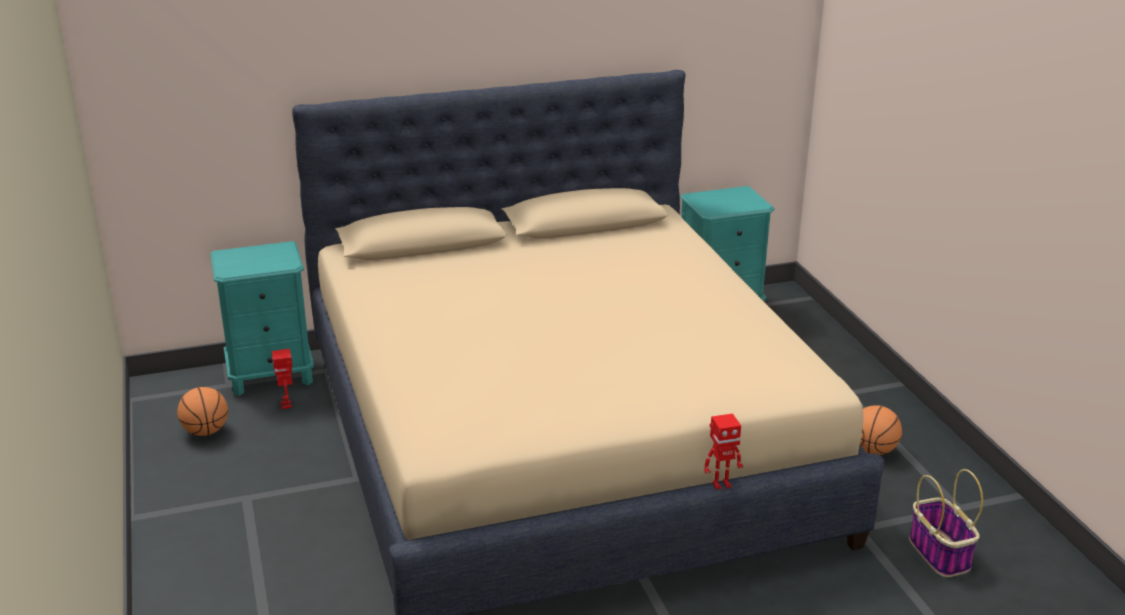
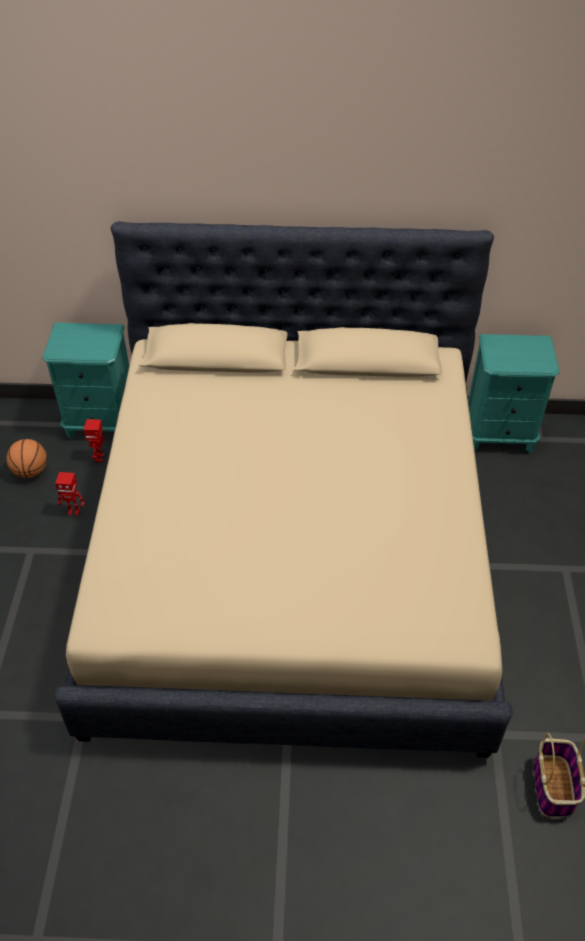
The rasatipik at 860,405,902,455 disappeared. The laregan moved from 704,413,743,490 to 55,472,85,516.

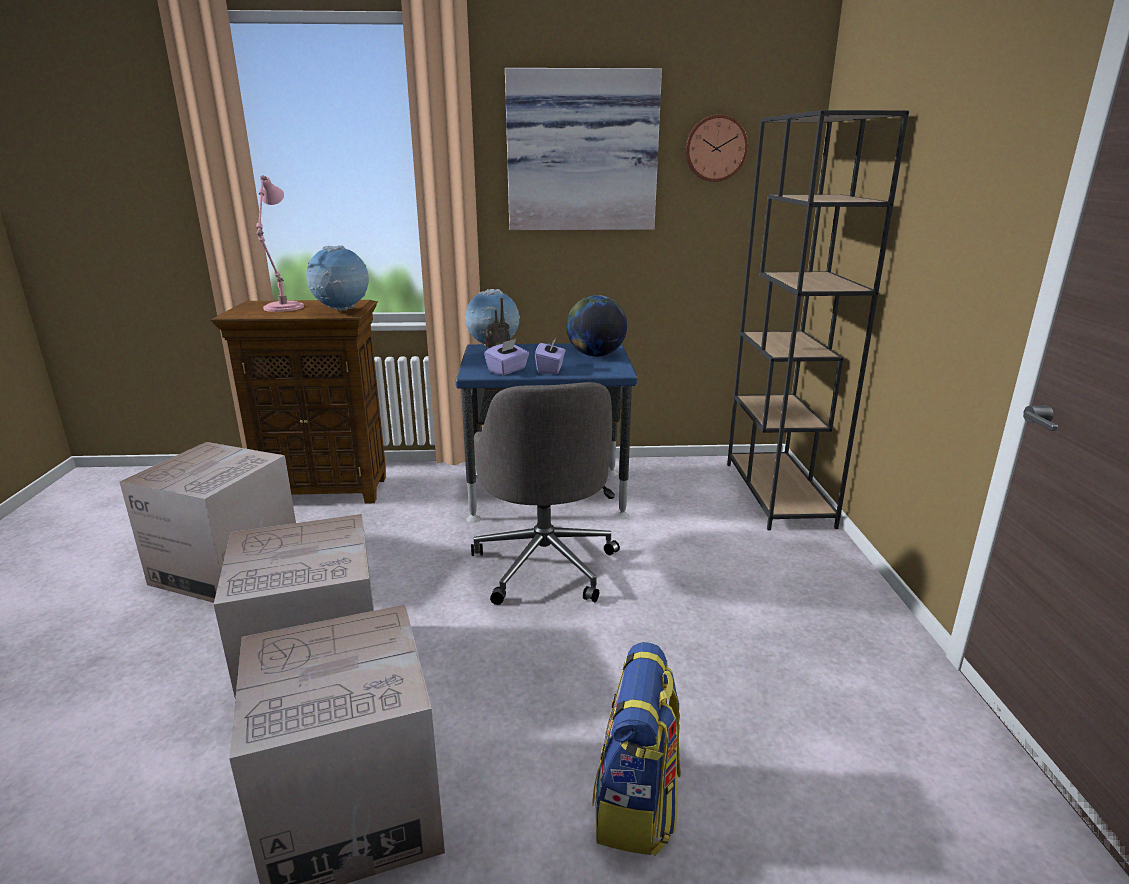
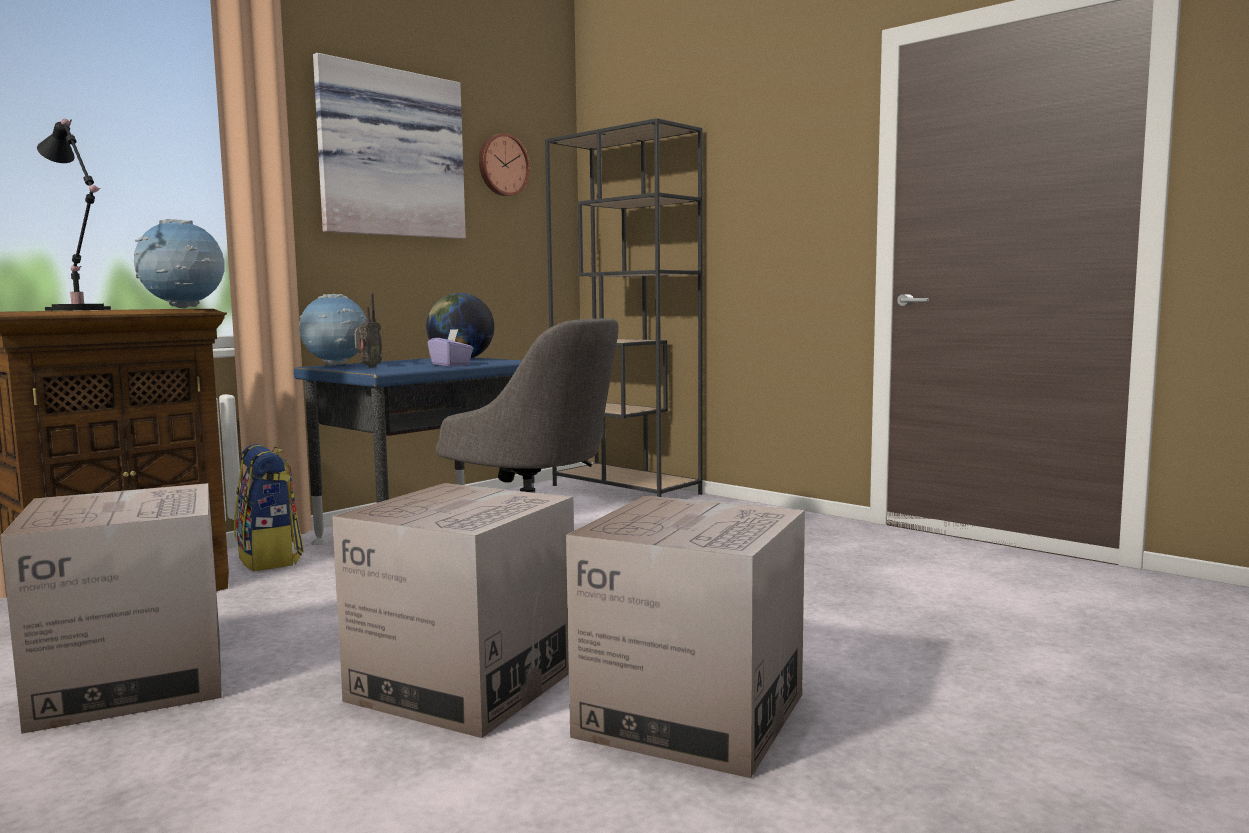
The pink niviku at 256,176,304,312 became the black niviku at 37,119,111,311. The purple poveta at 484,339,529,375 disappeared. The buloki moved from 592,642,681,856 to 234,444,304,571.

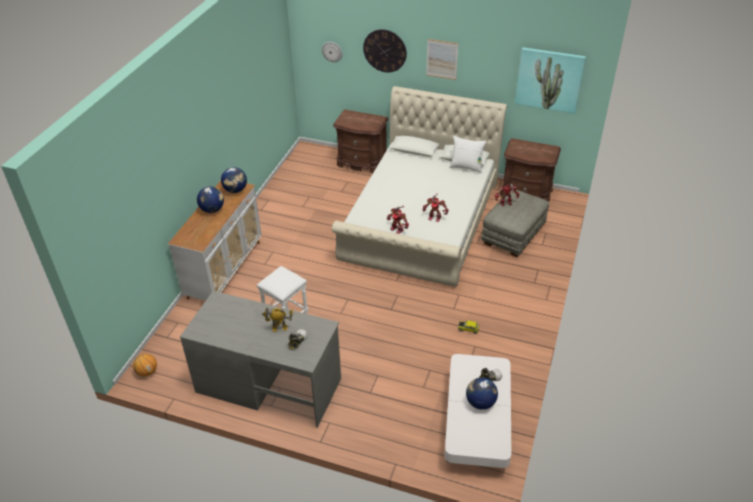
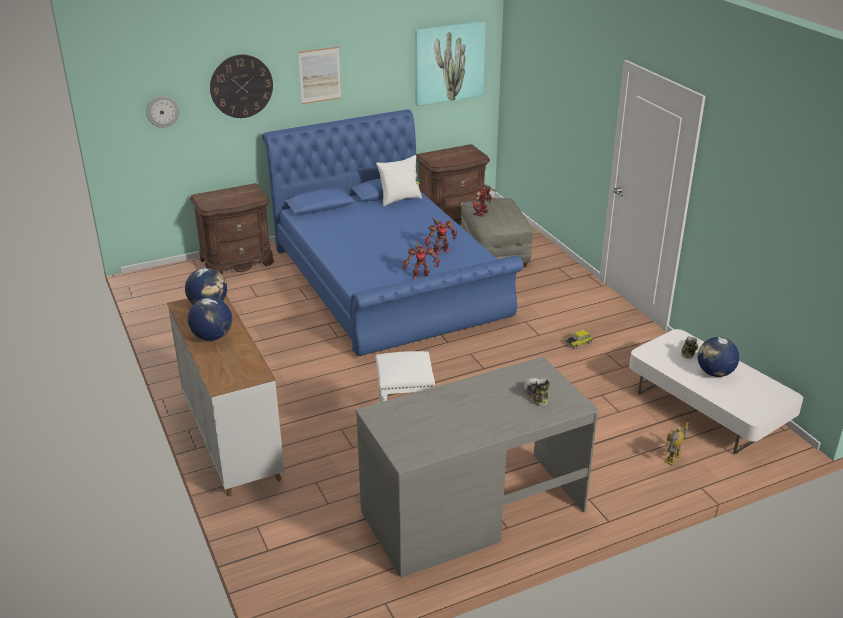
The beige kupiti at 332,86,507,287 became the blue kupiti at 262,109,524,356. The laregan moved from 262,307,293,332 to 664,422,688,466. The rasatipik at 133,354,157,377 disappeared.

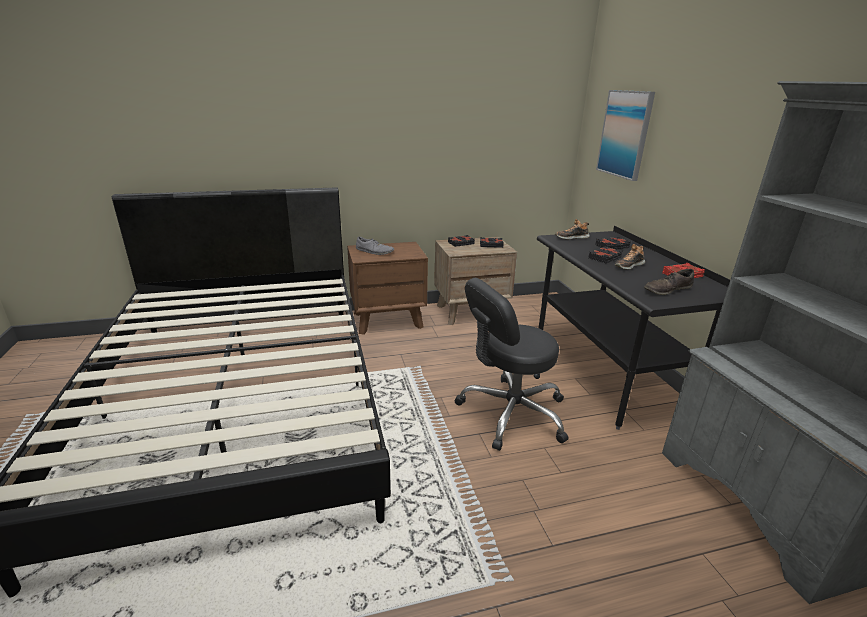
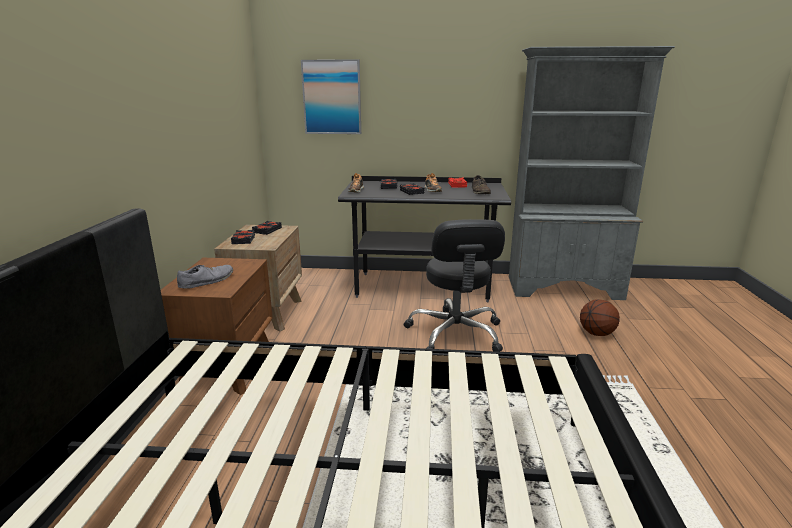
The rasatipik at 580,299,620,336 appeared.

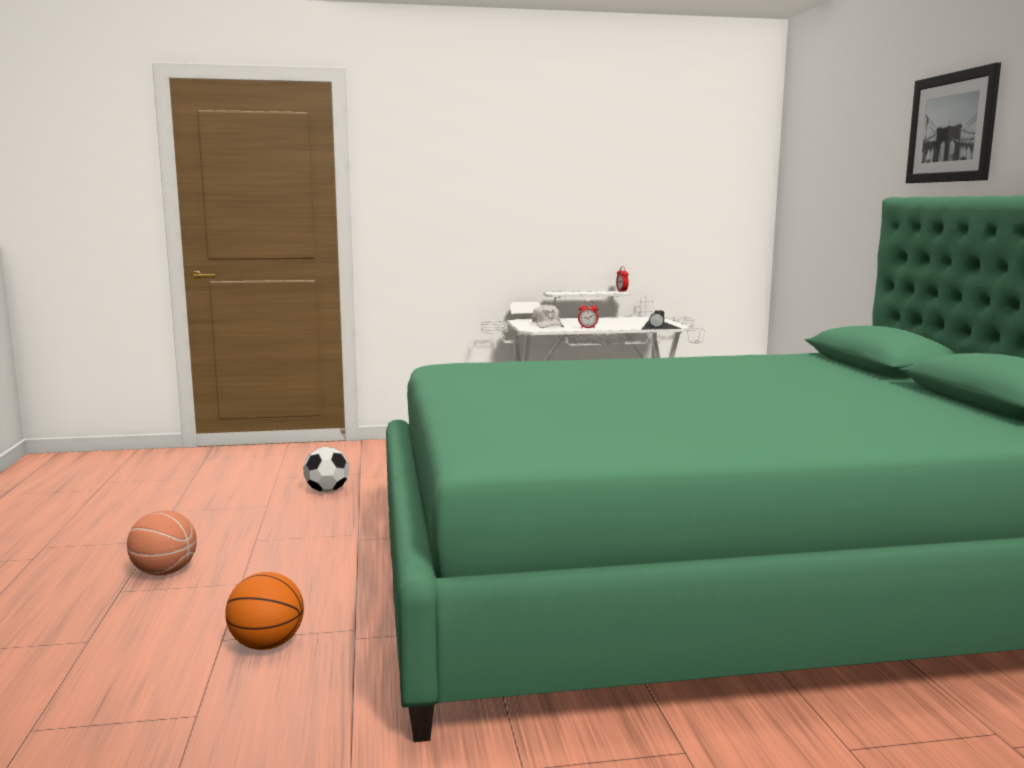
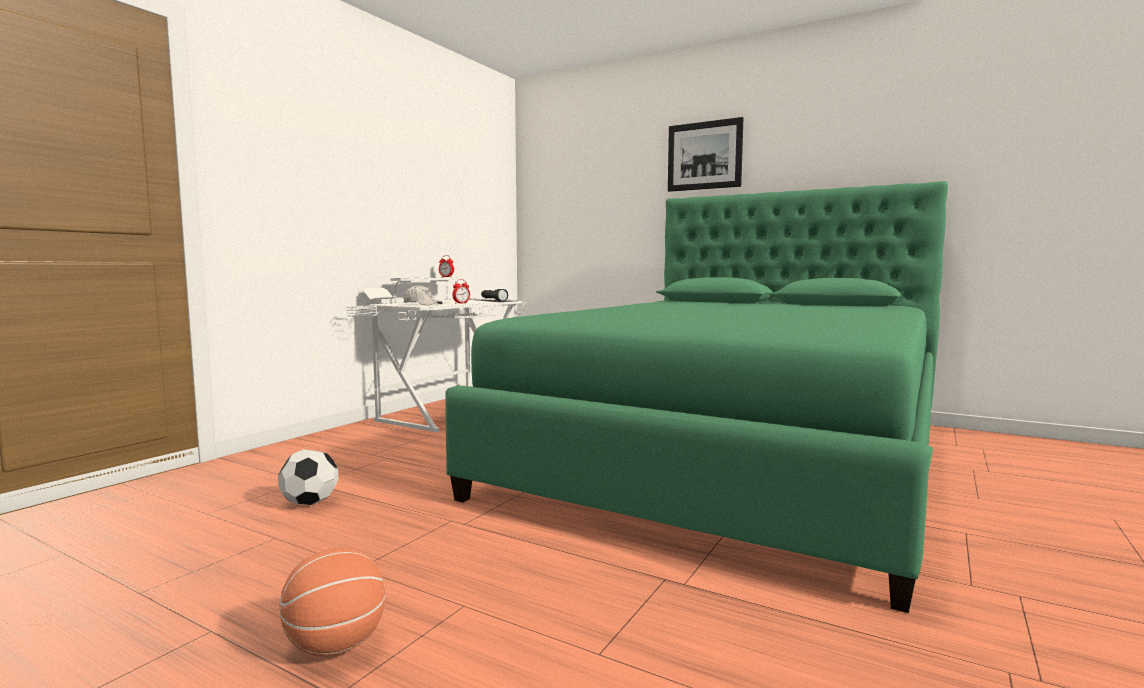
The rasatipik at 225,572,304,650 disappeared.

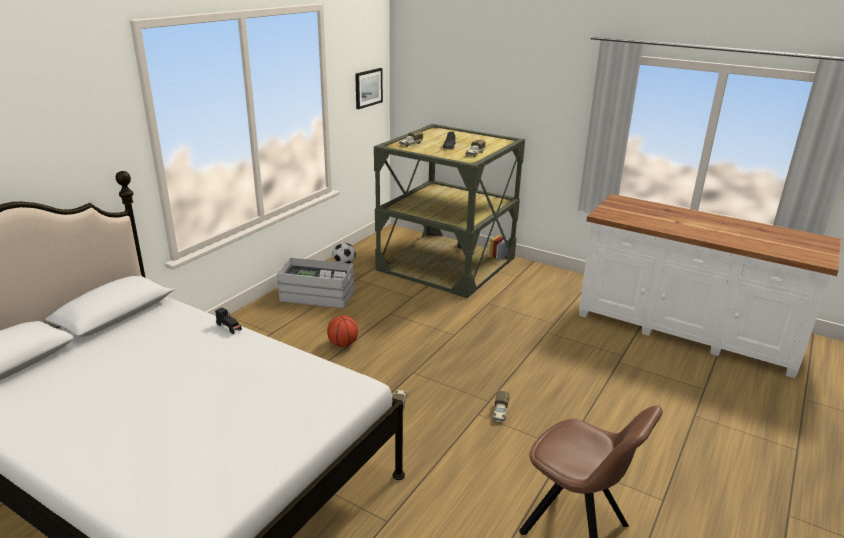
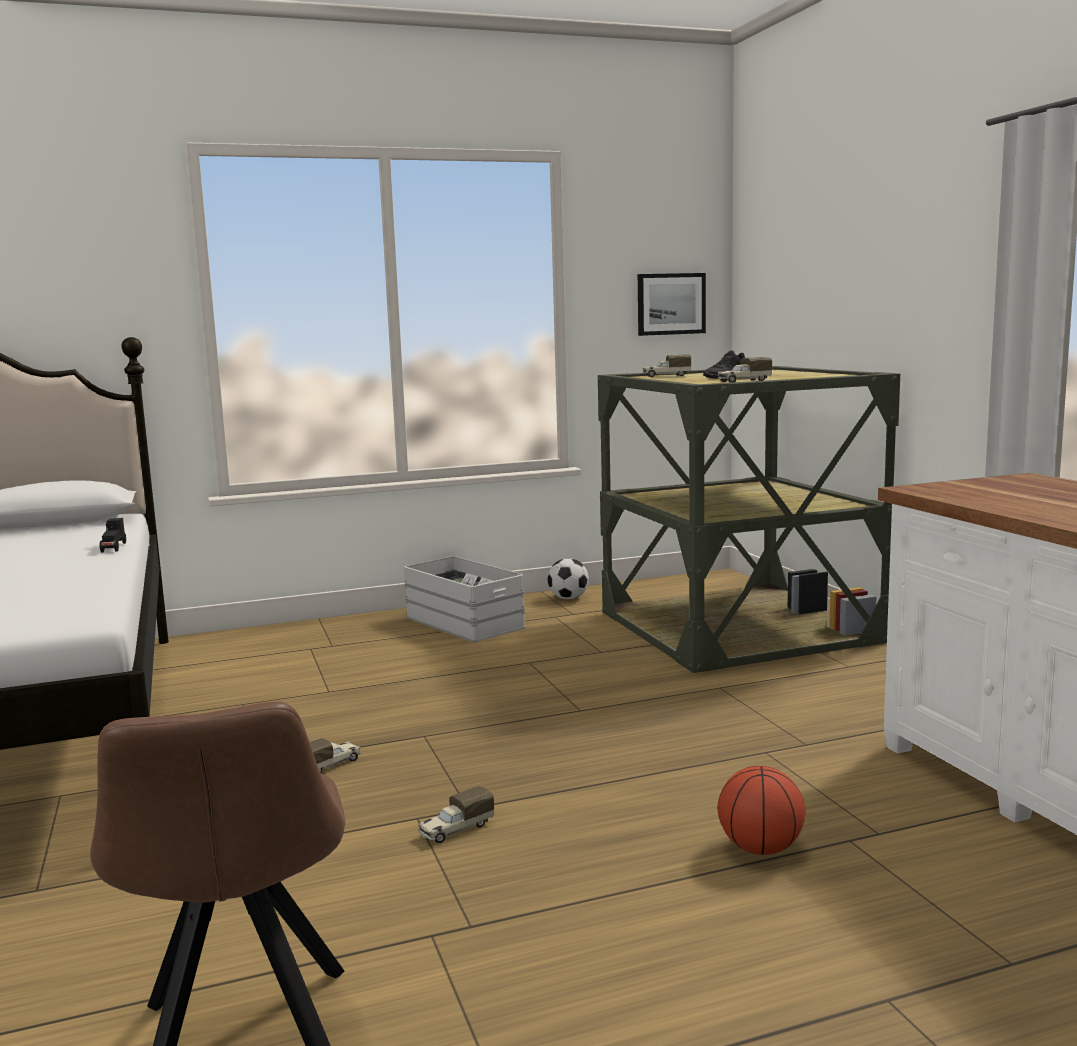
The rasatipik moved from 327,315,358,347 to 718,766,806,855.

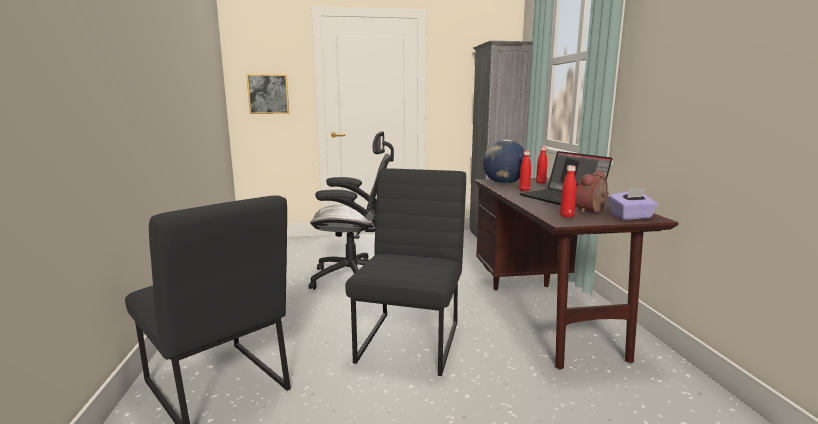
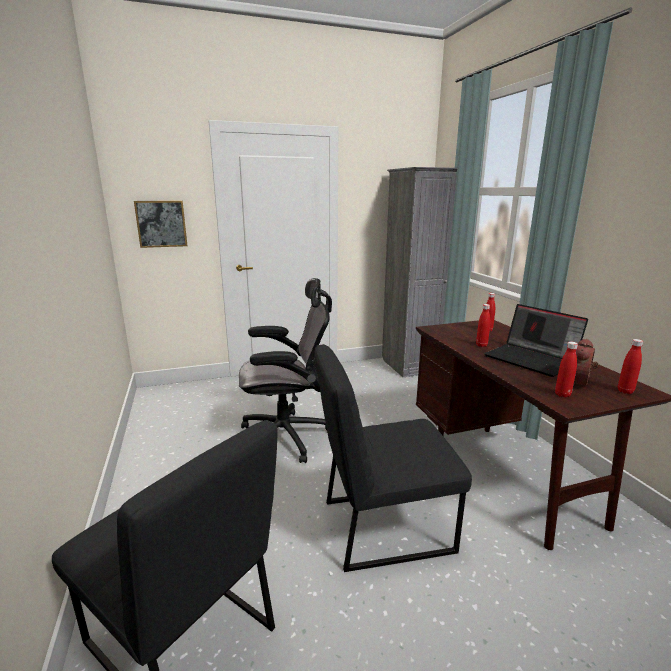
The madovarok at 483,140,525,184 disappeared. The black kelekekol at 345,168,466,376 turned 105 degrees counterclockwise. The purple poveta at 609,188,658,220 was replaced by the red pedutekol at 618,339,643,394.

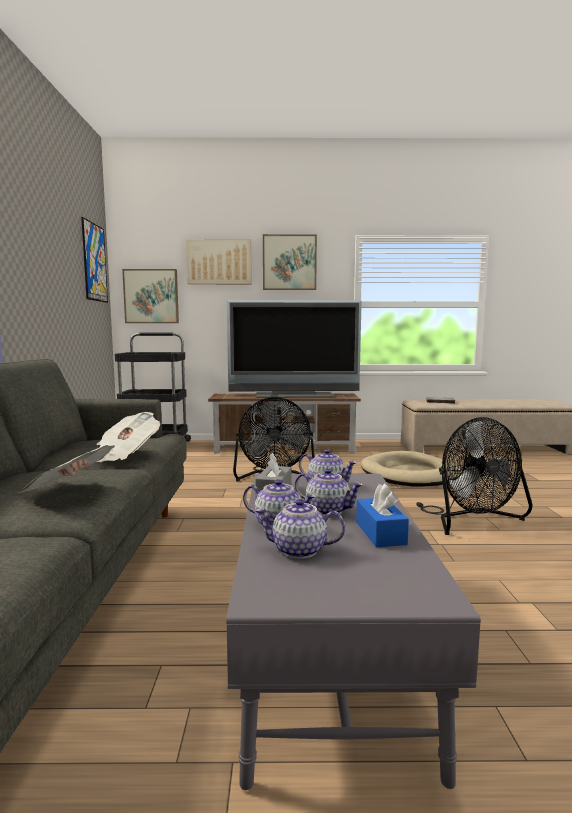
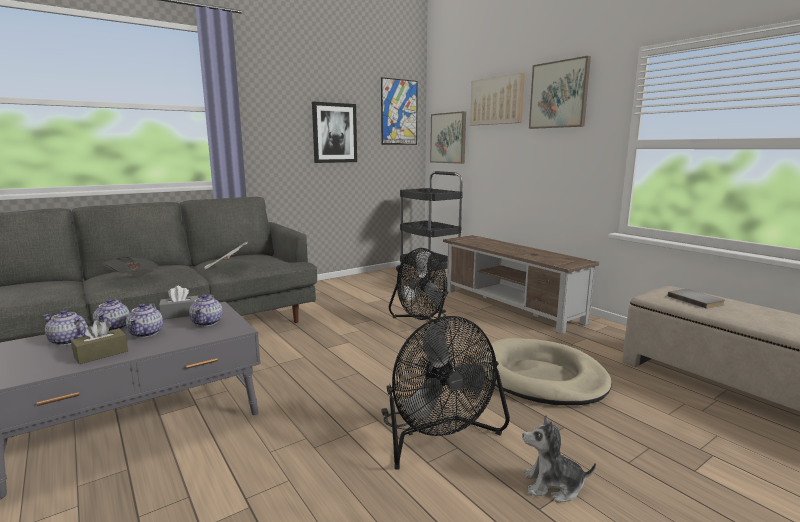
The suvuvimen at 227,300,362,398 disappeared. The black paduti at 416,417,532,535 turned 60 degrees counterclockwise. The blue poveta at 356,484,409,547 became the brown poveta at 71,320,128,364. The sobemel at 255,499,345,559 turned 45 degrees counterclockwise. The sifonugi at 312,102,357,163 appeared. The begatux at 523,415,596,503 appeared.

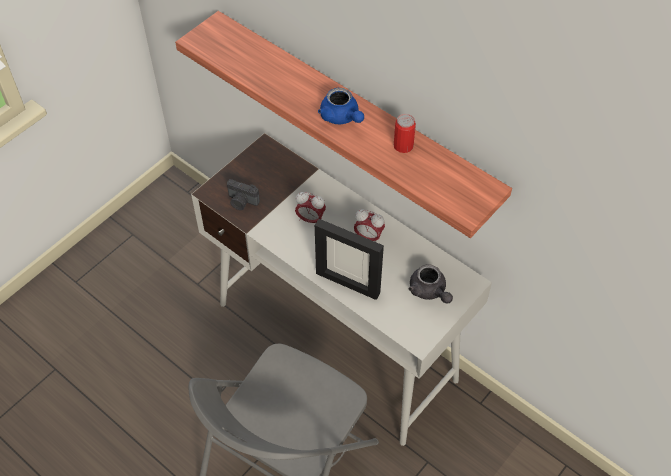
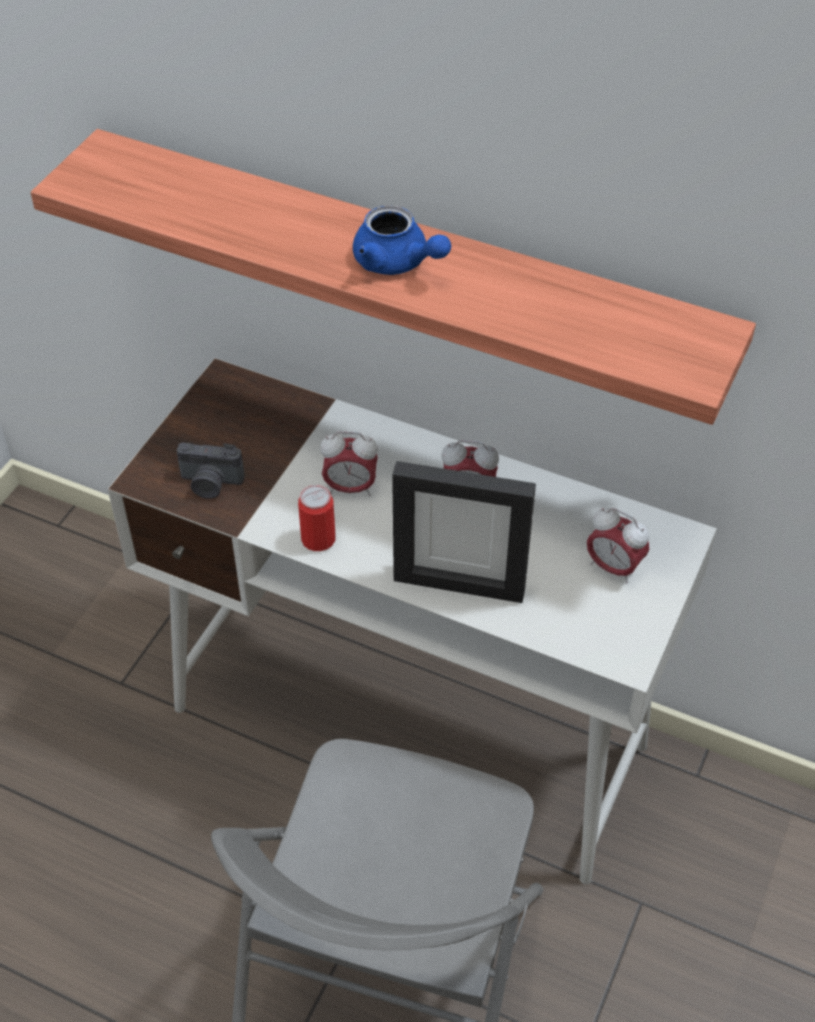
The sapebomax moved from 394,114,416,153 to 298,485,336,551. The grey sobemel at 409,264,453,304 was replaced by the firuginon at 587,508,649,584.

